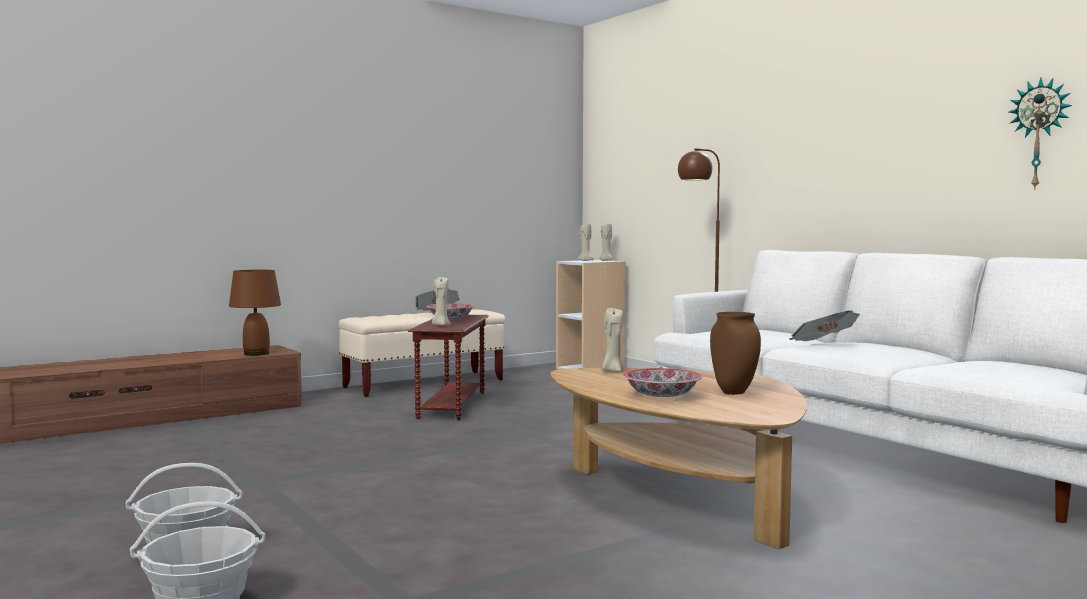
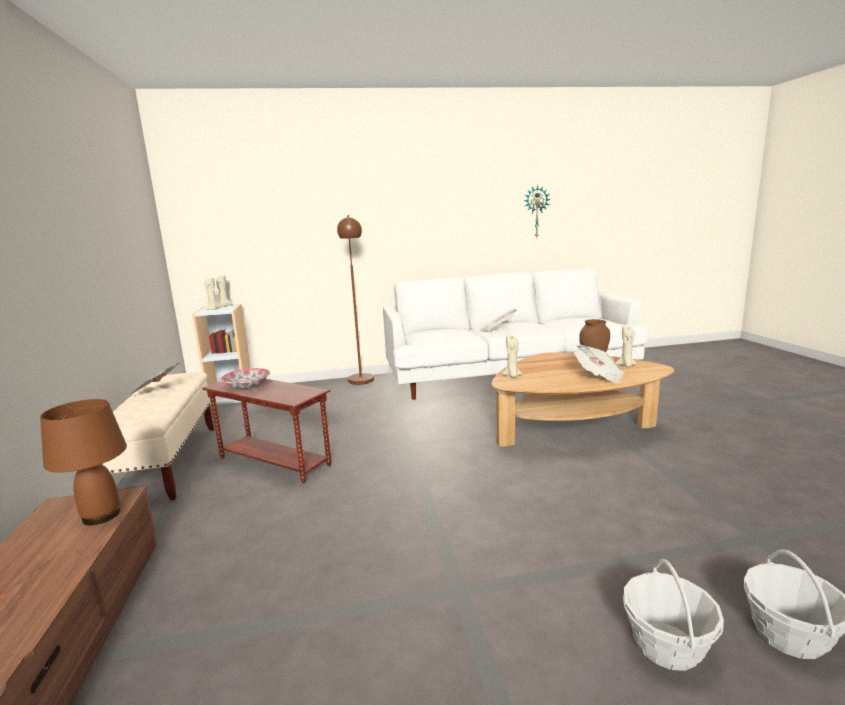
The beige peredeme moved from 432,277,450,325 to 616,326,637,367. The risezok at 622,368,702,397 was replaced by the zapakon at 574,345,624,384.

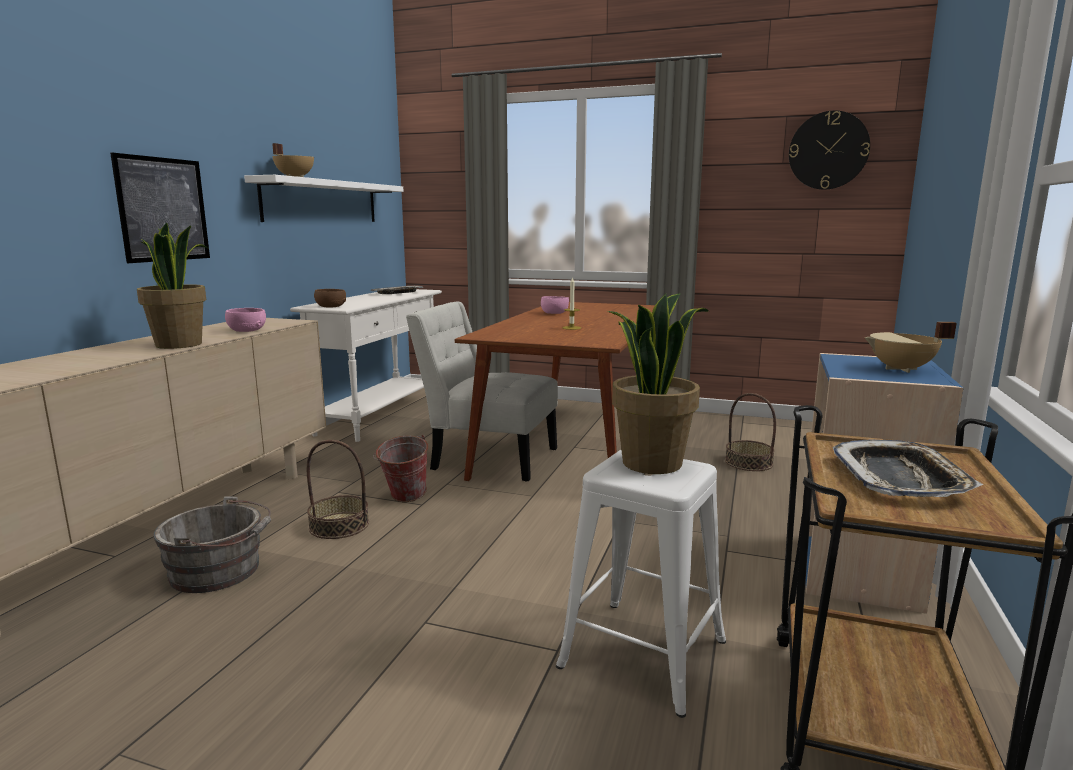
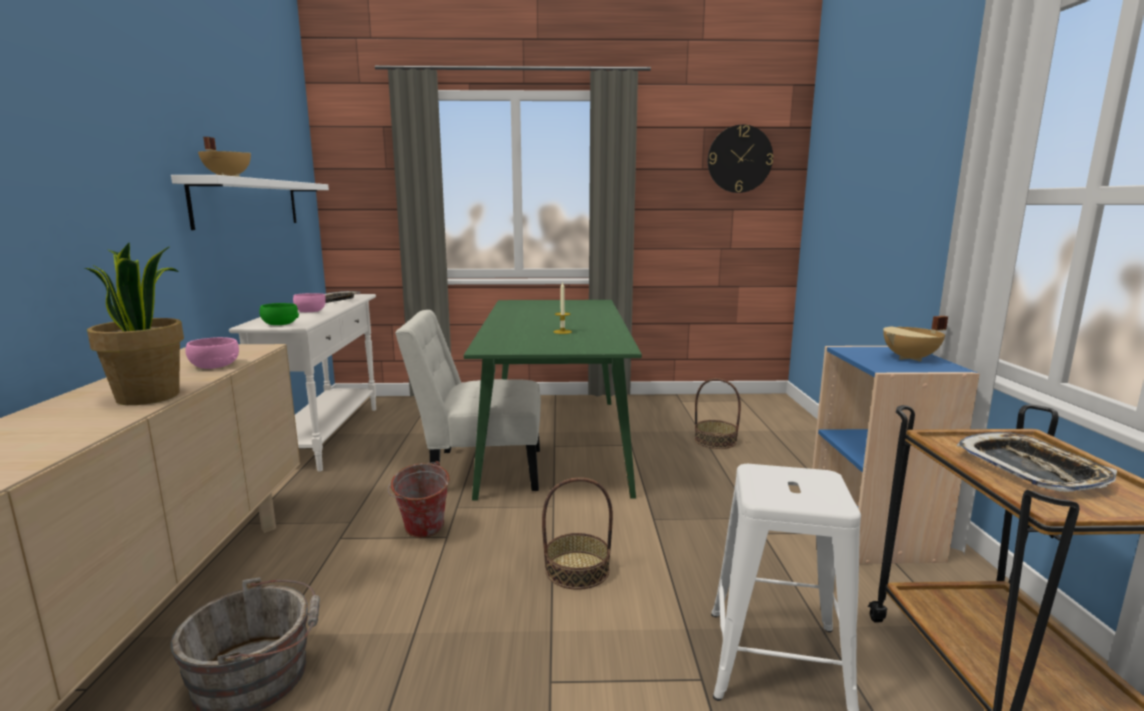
The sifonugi at 110,153,210,263 disappeared. The brown risezok at 314,289,346,307 became the green risezok at 259,303,299,325. The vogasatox at 608,293,709,474 disappeared. The pink risezok moved from 541,296,569,314 to 293,293,326,312. The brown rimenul at 455,302,655,481 became the green rimenul at 464,300,642,500. The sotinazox moved from 307,440,369,539 to 542,478,613,590.

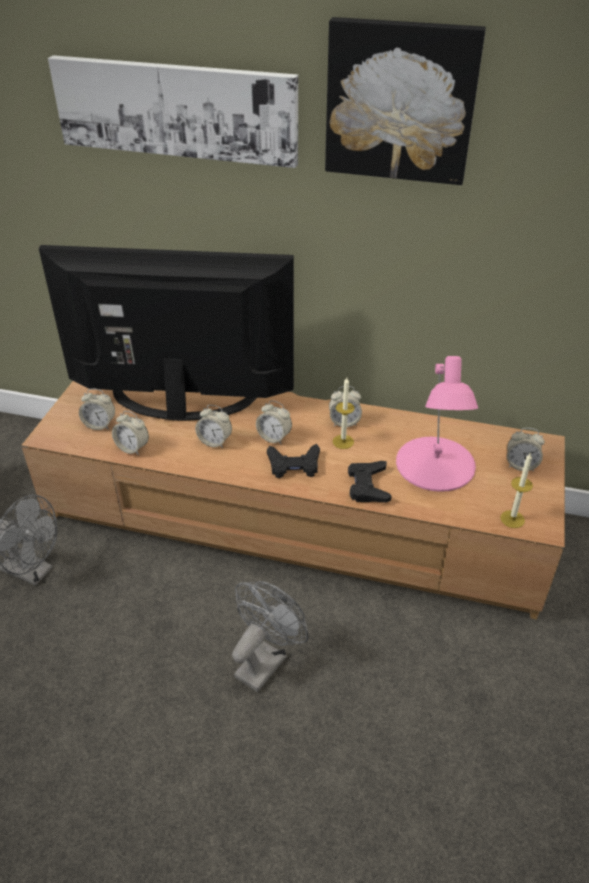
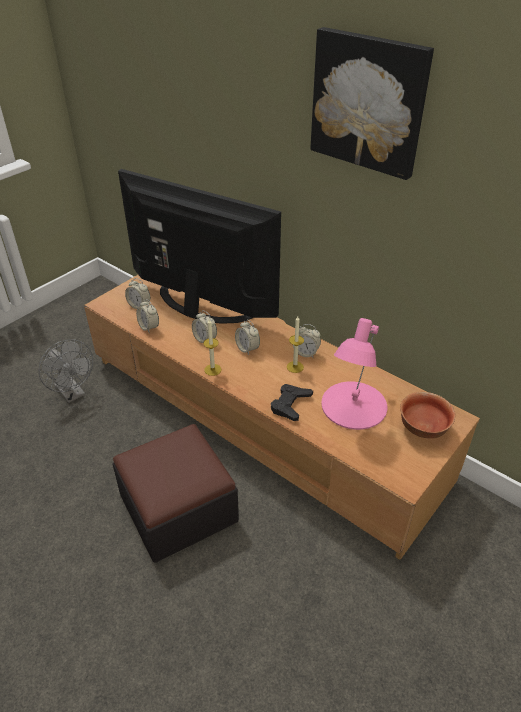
The sifonugi at 48,55,298,168 disappeared. The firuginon at 507,428,545,471 was replaced by the risezok at 400,392,455,439. The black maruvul at 267,444,320,478 disappeared. The peredeme moved from 500,452,533,528 to 203,319,221,376. The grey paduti at 232,581,309,692 was replaced by the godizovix at 113,424,239,563.

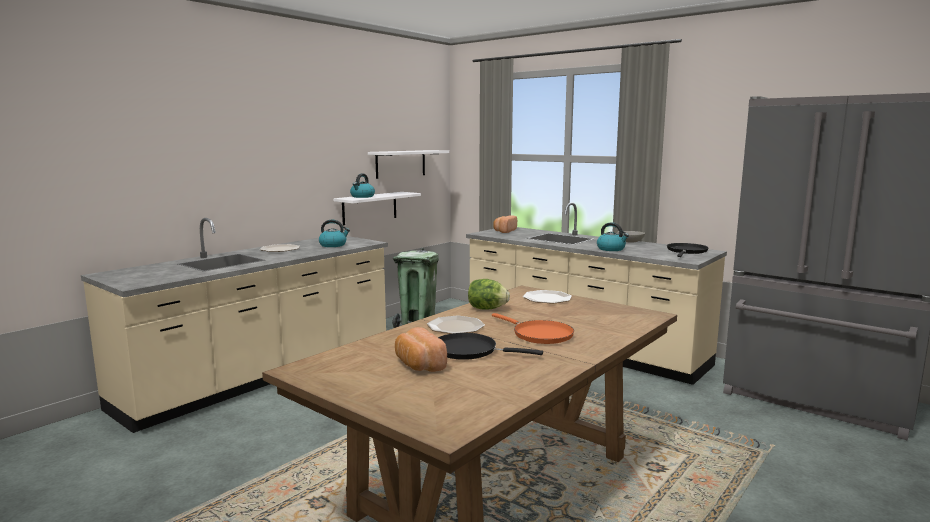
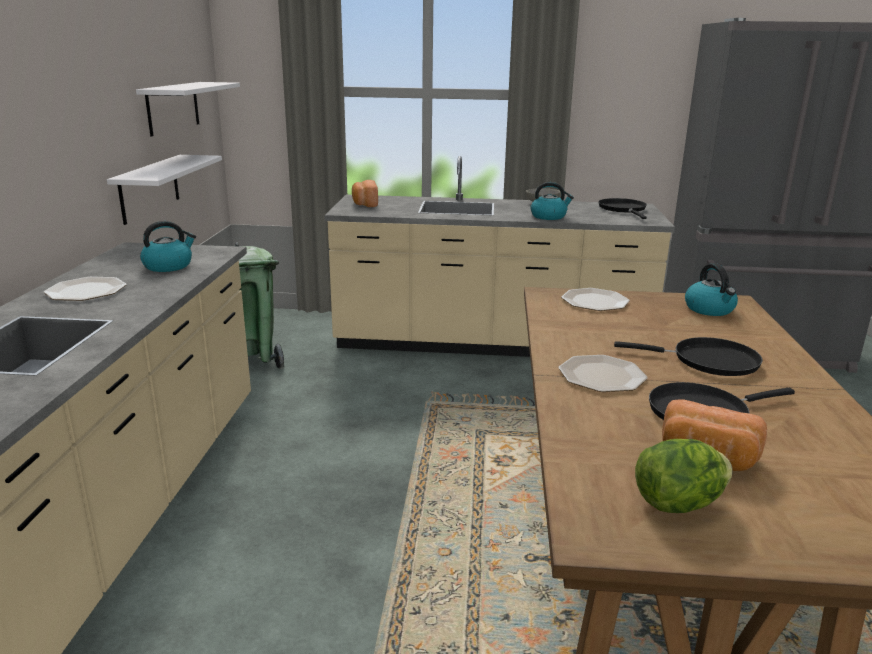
The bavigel moved from 350,174,375,198 to 685,263,738,316. The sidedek moved from 468,279,510,310 to 635,439,733,513. The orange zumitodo at 492,313,574,344 became the black zumitodo at 614,337,763,376.

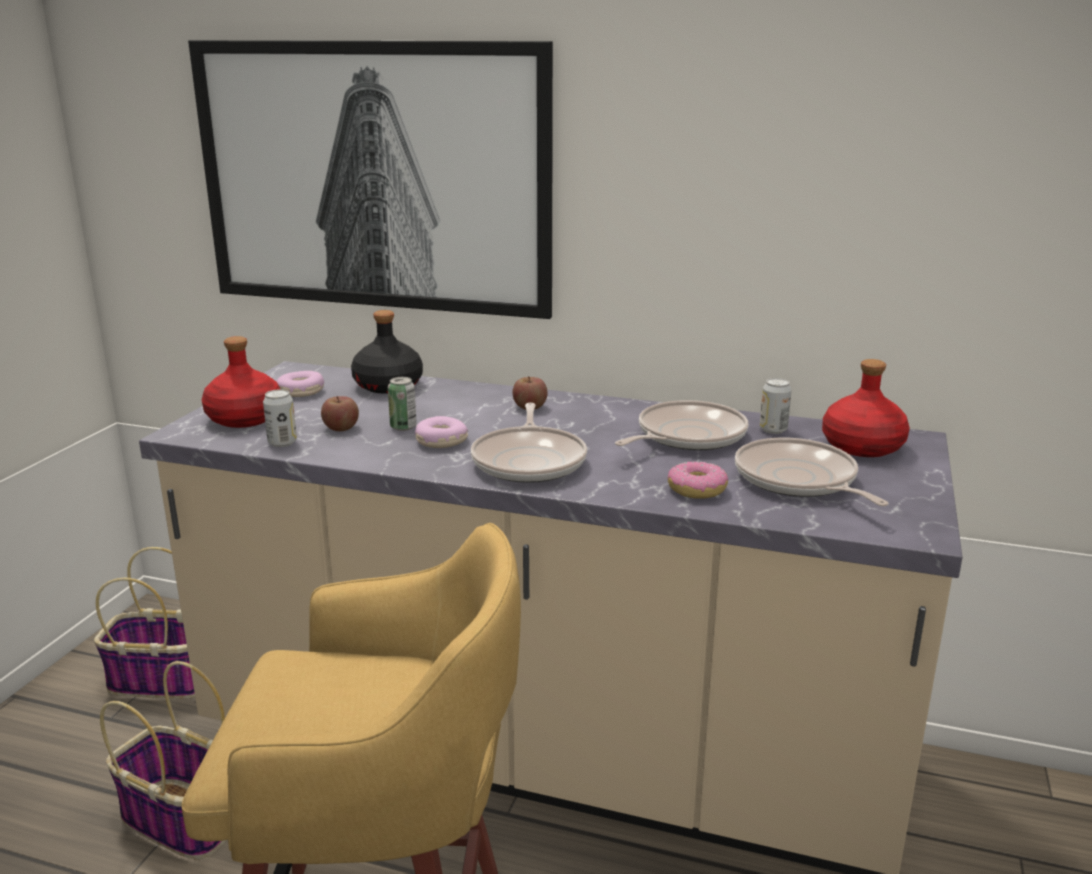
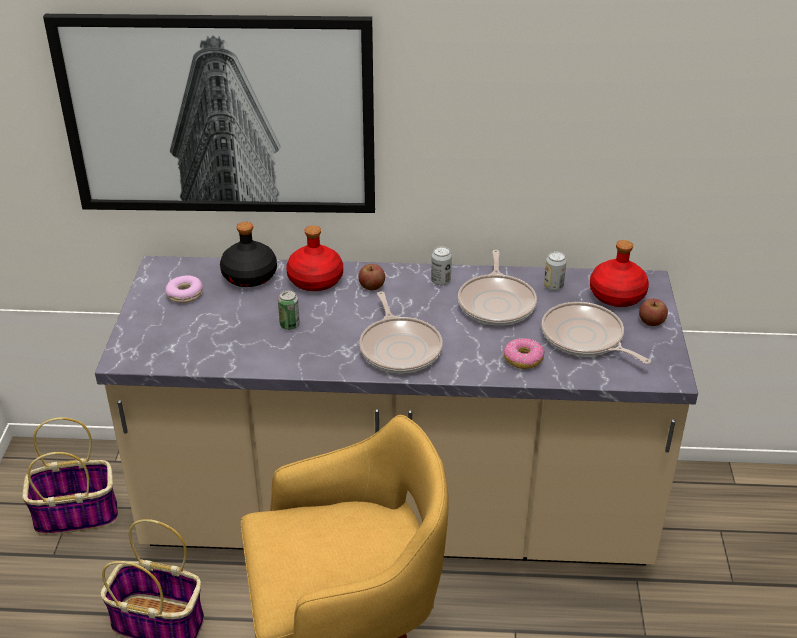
The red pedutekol moved from 202,336,280,428 to 286,225,343,291. The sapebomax moved from 263,389,297,447 to 431,247,452,286. The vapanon moved from 321,396,359,431 to 639,299,668,326. The zumitodo at 615,400,748,450 turned 150 degrees clockwise. The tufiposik at 415,416,468,448 disappeared.

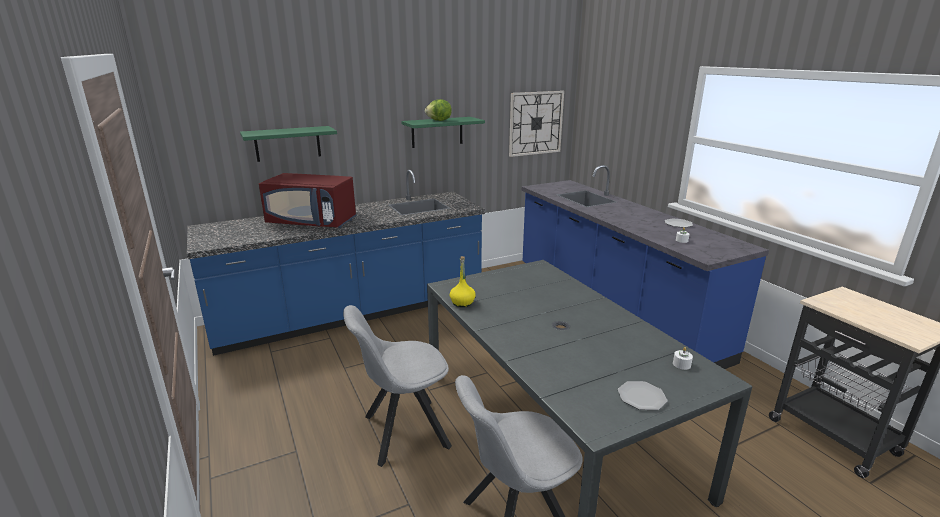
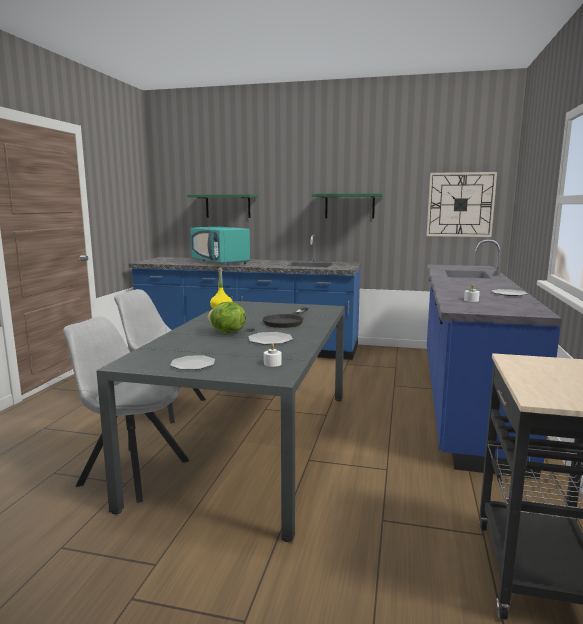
The sidedek moved from 425,99,452,121 to 208,302,246,333. The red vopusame at 259,173,356,228 became the turquoise vopusame at 190,227,250,266. The black zumitodo at 263,307,308,328 appeared. The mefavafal at 248,332,293,345 appeared.

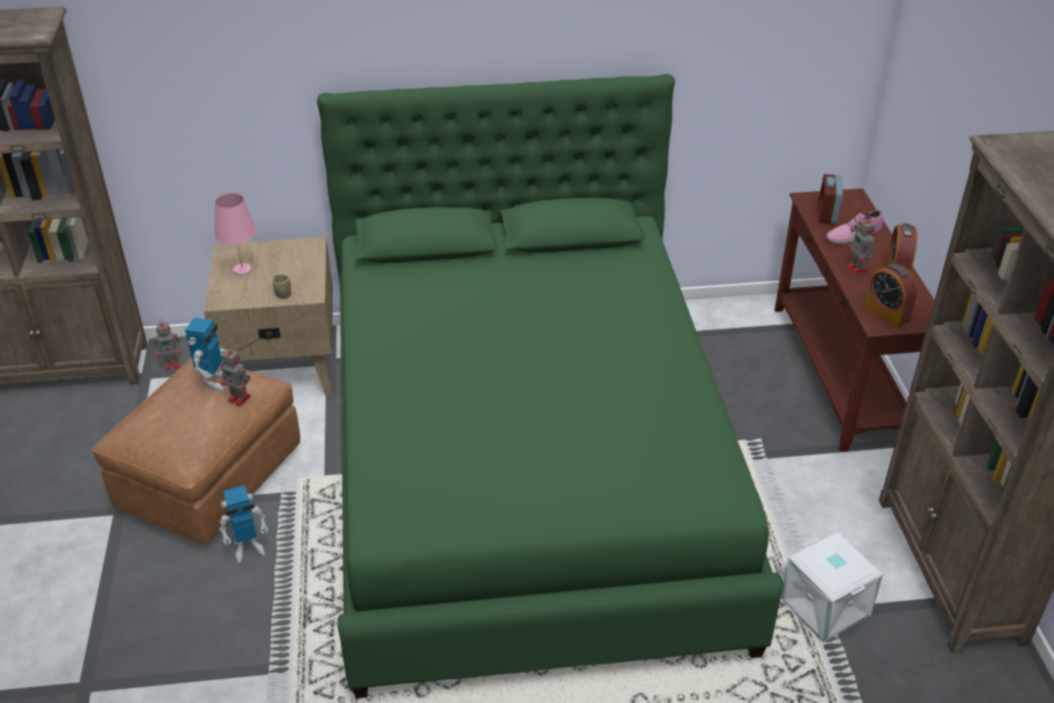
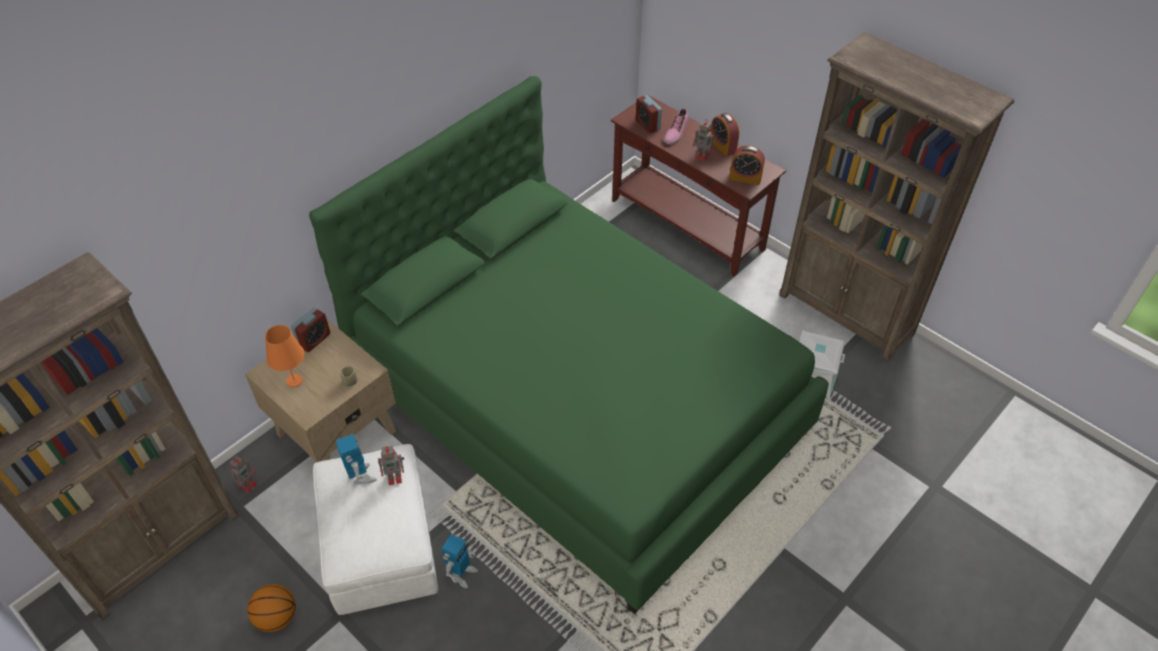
The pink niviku at 214,193,257,275 became the orange niviku at 265,325,304,387. The brown godizovix at 92,358,300,545 became the white godizovix at 313,444,438,615. The firuginon at 291,307,330,352 appeared. The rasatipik at 247,584,296,632 appeared.

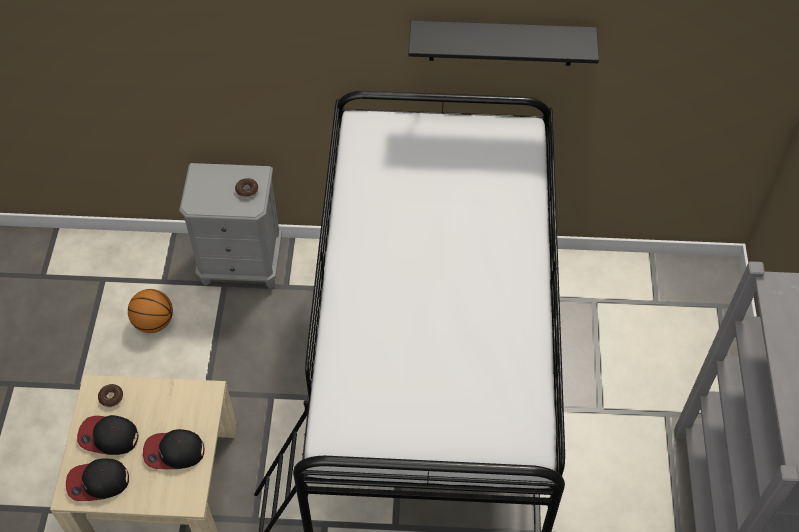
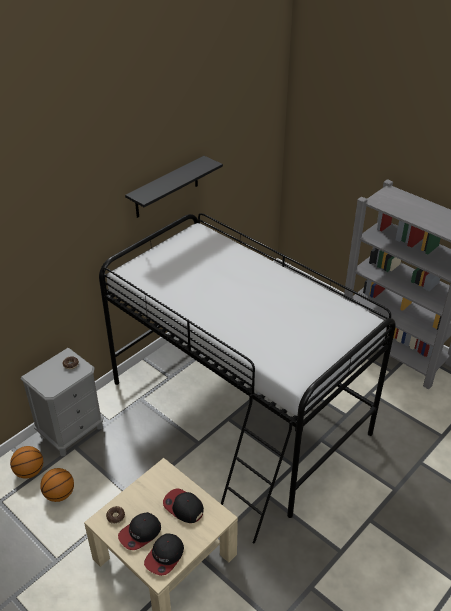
The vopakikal at 143,429,205,469 turned 90 degrees clockwise. The rasatipik at 10,446,43,479 appeared.

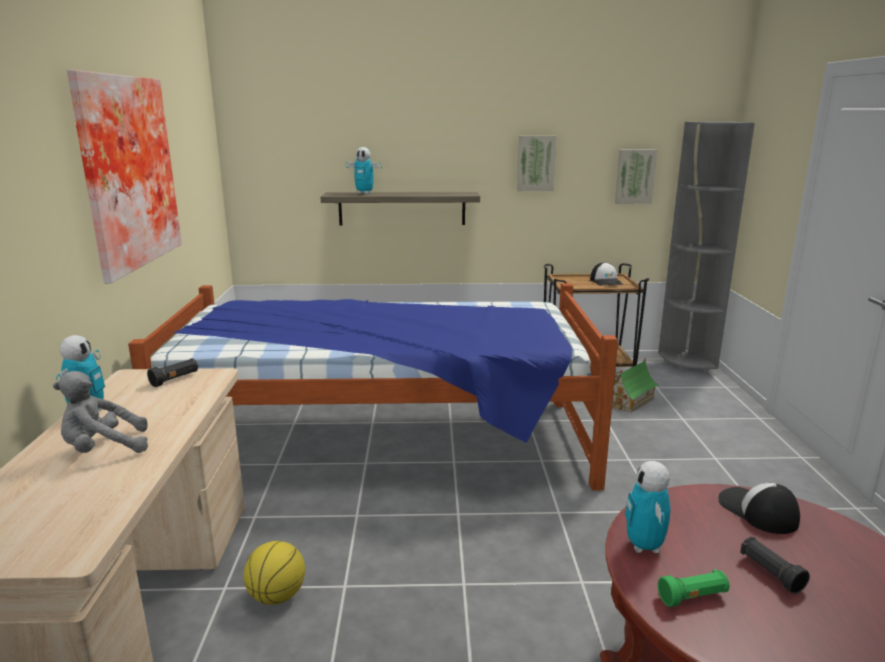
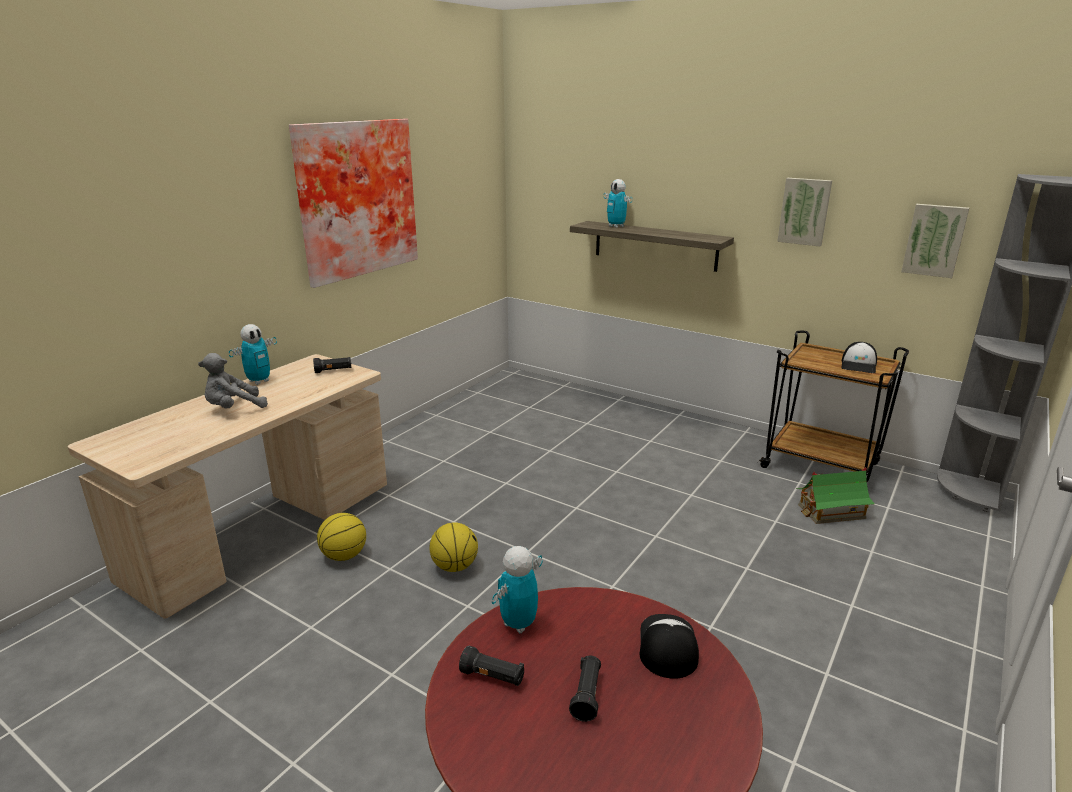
The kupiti at 128,283,618,490 disappeared. The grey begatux at 53,371,148,453 turned 45 degrees counterclockwise. The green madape at 658,569,730,607 became the black madape at 459,646,524,686. The rasatipik at 429,522,478,572 appeared.

